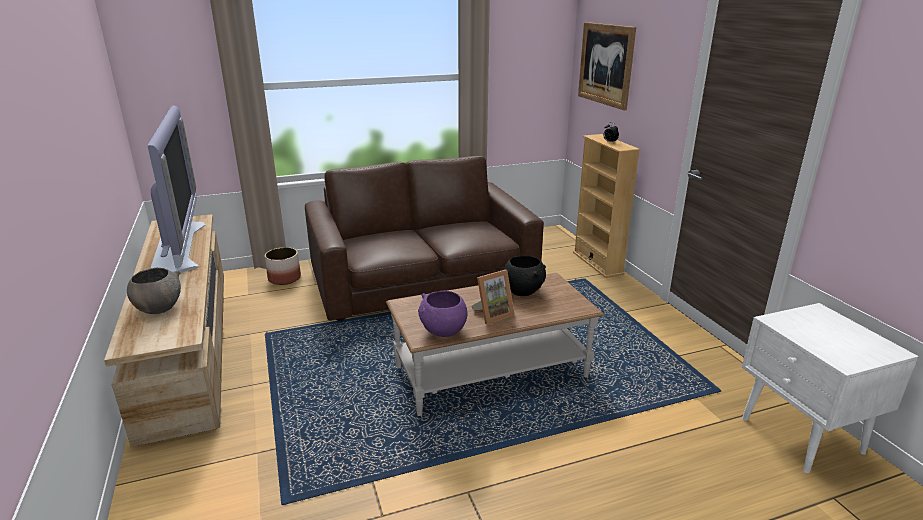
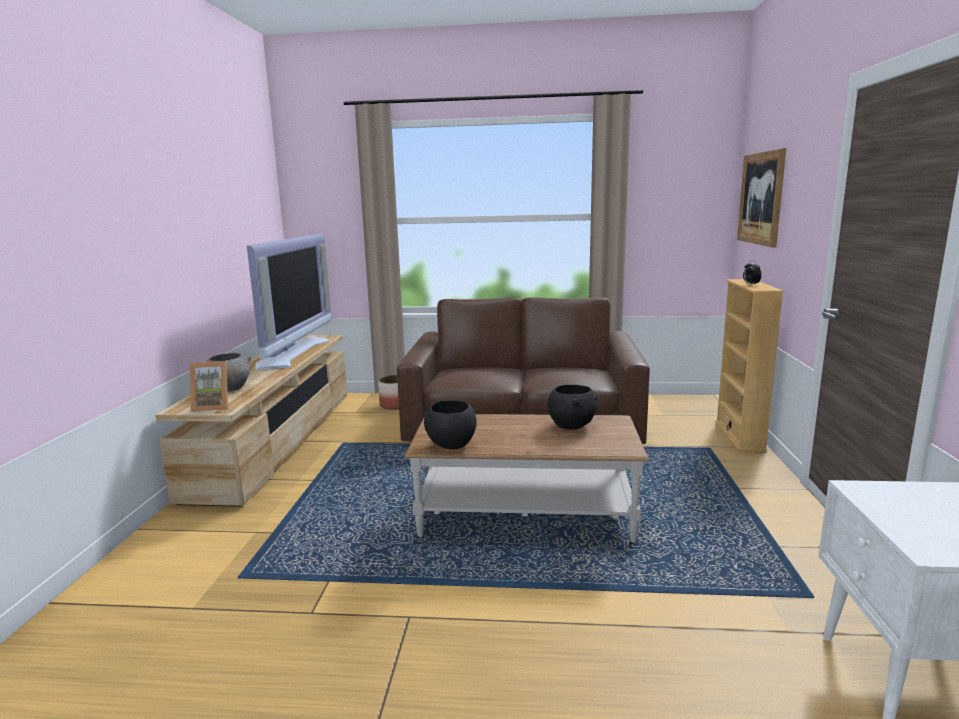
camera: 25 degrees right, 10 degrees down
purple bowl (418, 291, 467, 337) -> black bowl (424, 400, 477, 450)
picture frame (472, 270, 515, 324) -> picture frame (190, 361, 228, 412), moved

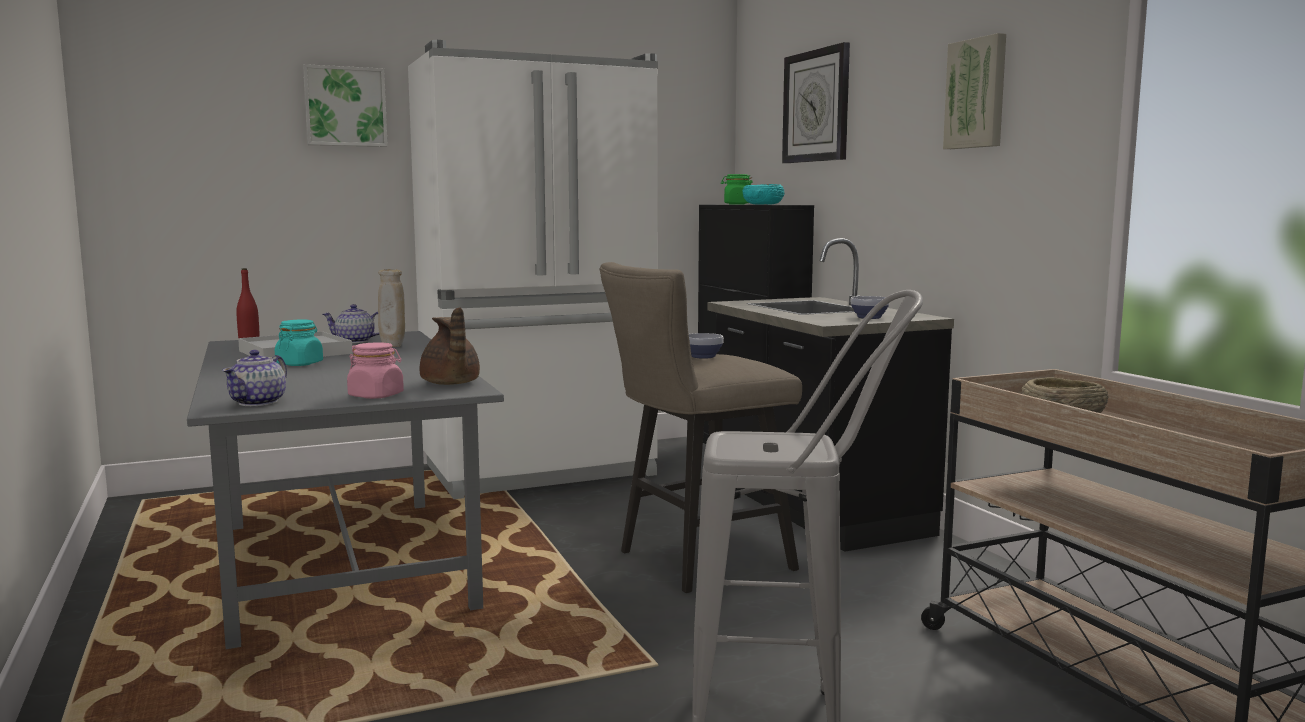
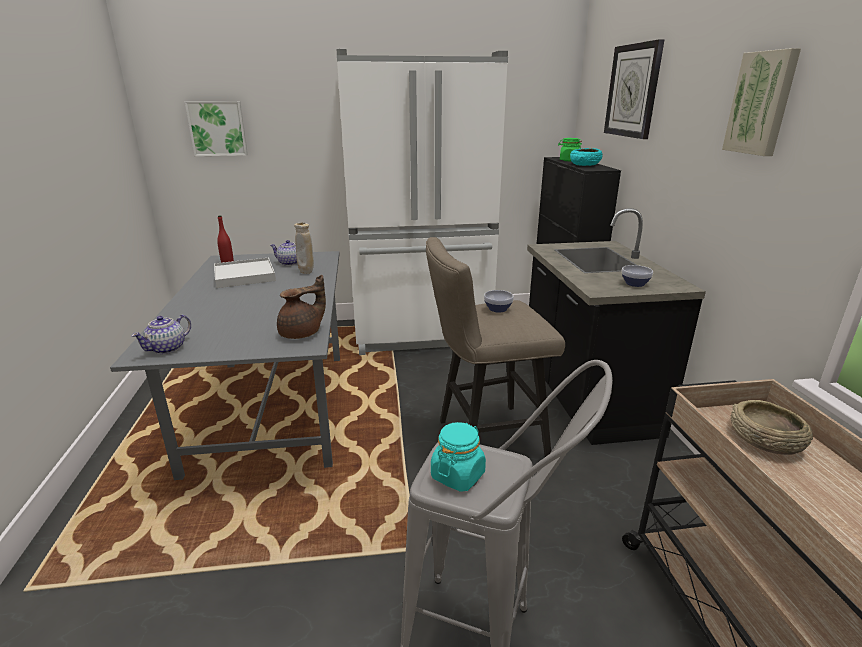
camera: 15 degrees right, 15 degrees up
turquoise jar (275, 320, 323, 366) -> turquoise jar (431, 422, 486, 492), moved
picture (303, 64, 388, 147) -> picture (185, 101, 248, 156), moved
pink jar (347, 342, 404, 399) -> none
brown teapot (420, 307, 480, 385) -> brown teapot (277, 275, 326, 339), 120 degrees counterclockwise

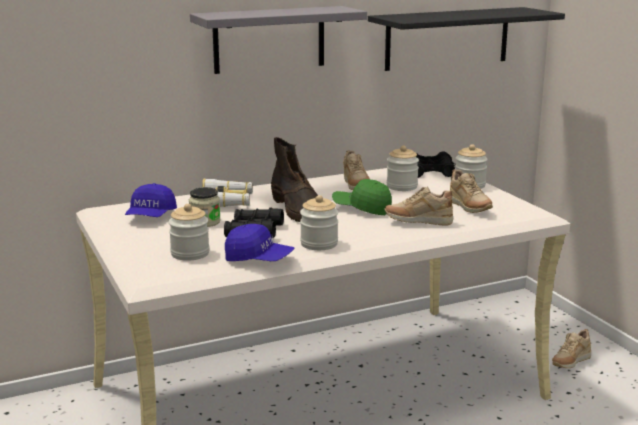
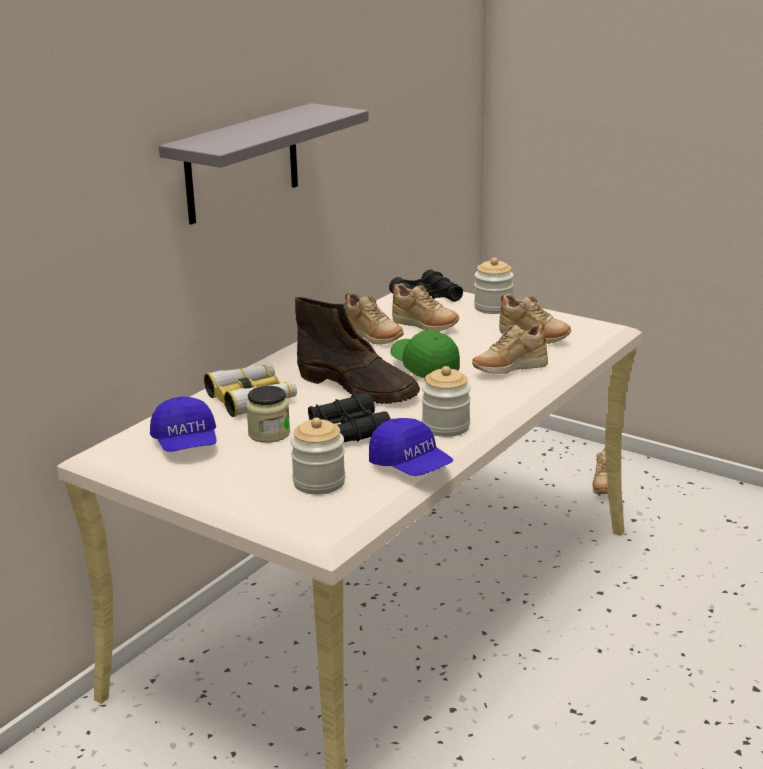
camera: 30 degrees left, 5 degrees up
blue cap (225, 224, 295, 261) -> blue cap (369, 418, 453, 476), 60 degrees clockwise
green cap (332, 179, 392, 215) -> green cap (390, 330, 460, 378), 60 degrees clockwise
black shelf (368, 7, 565, 71) -> none
jar (387, 146, 419, 191) -> beige shoe (392, 283, 459, 331)

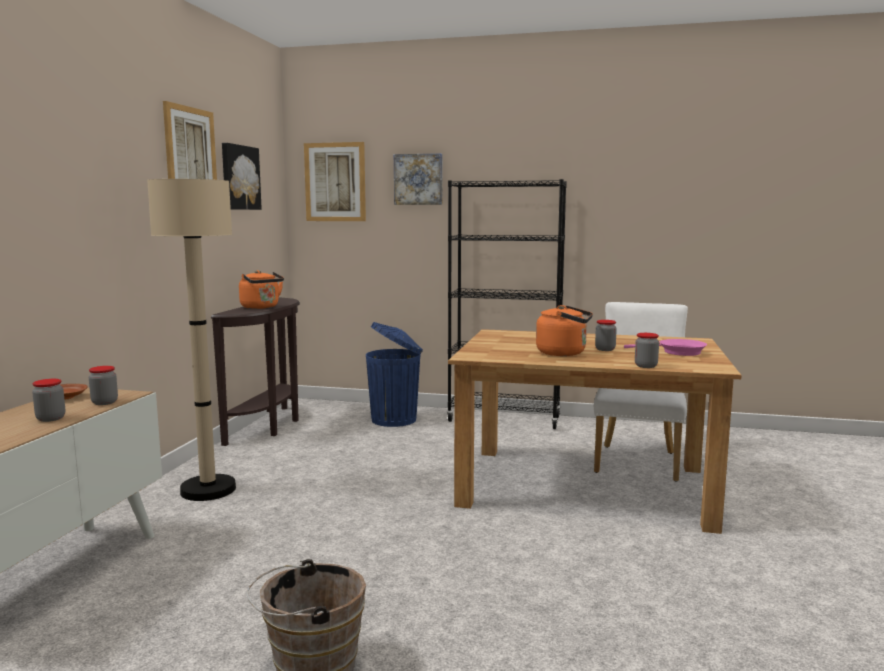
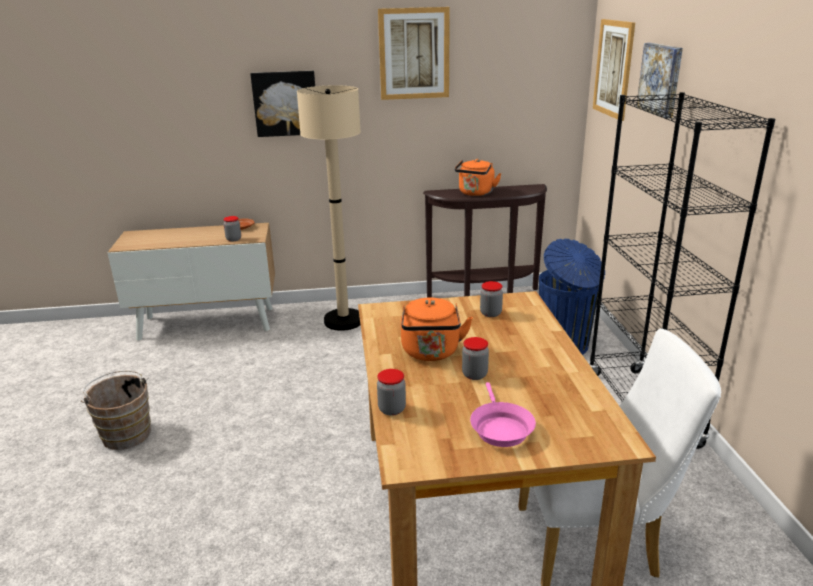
camera: 70 degrees right, 15 degrees up
jar (32, 379, 65, 422) -> jar (480, 281, 503, 317), moved
picture (222, 143, 262, 210) -> picture (250, 71, 315, 137), moved

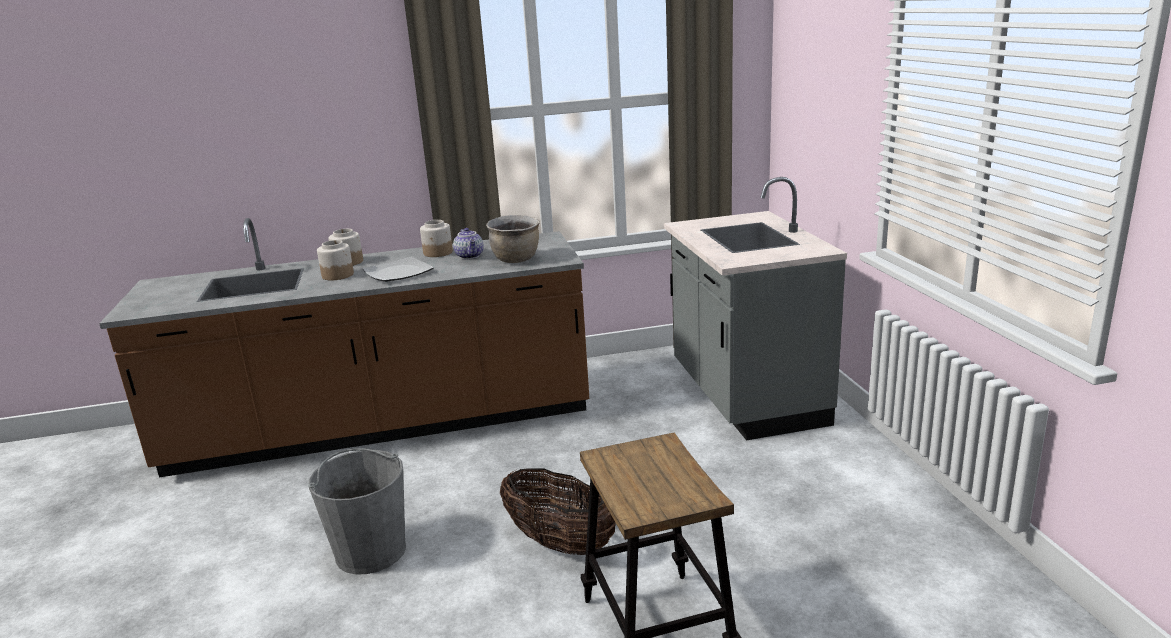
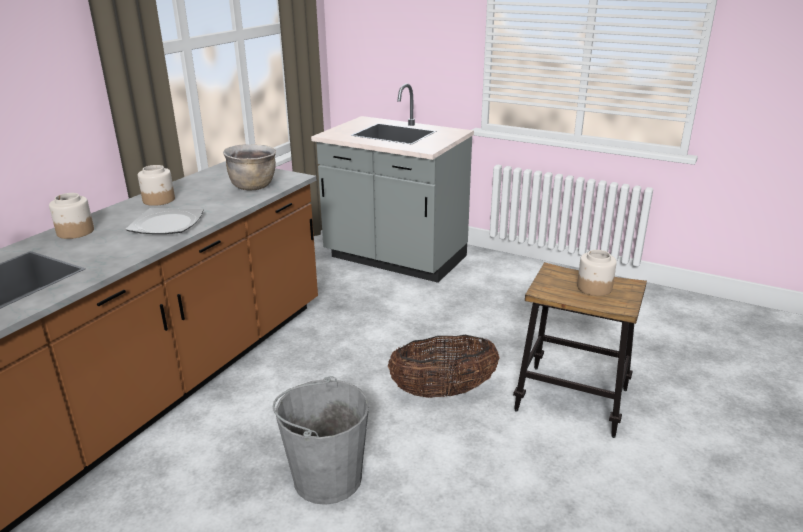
camera: 50 degrees left, 5 degrees up
jar (317, 240, 354, 280) -> jar (577, 250, 617, 296), moved
teapot (453, 228, 483, 259) -> none

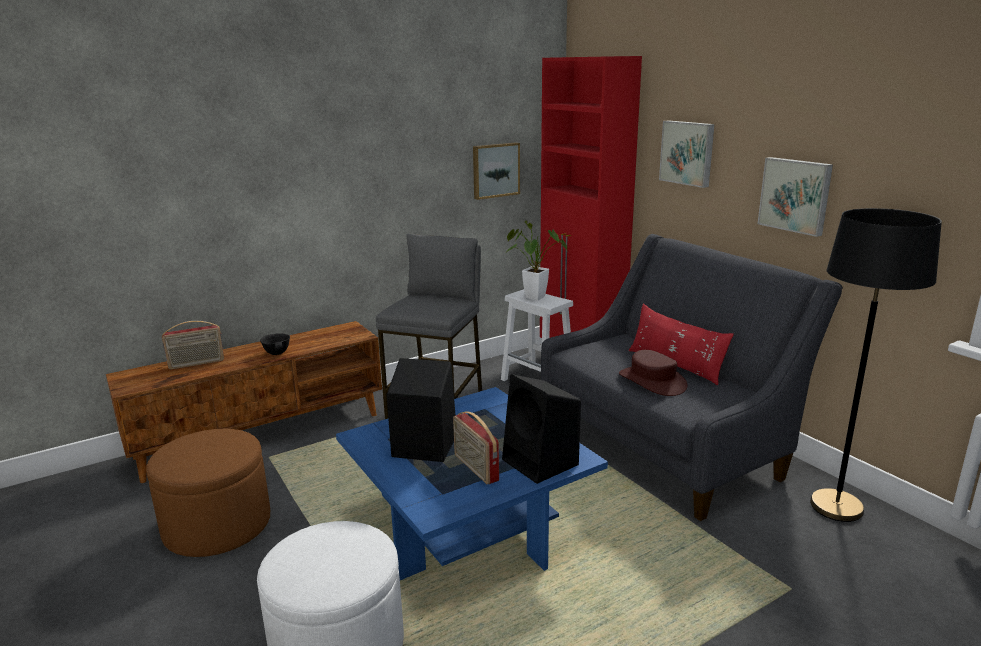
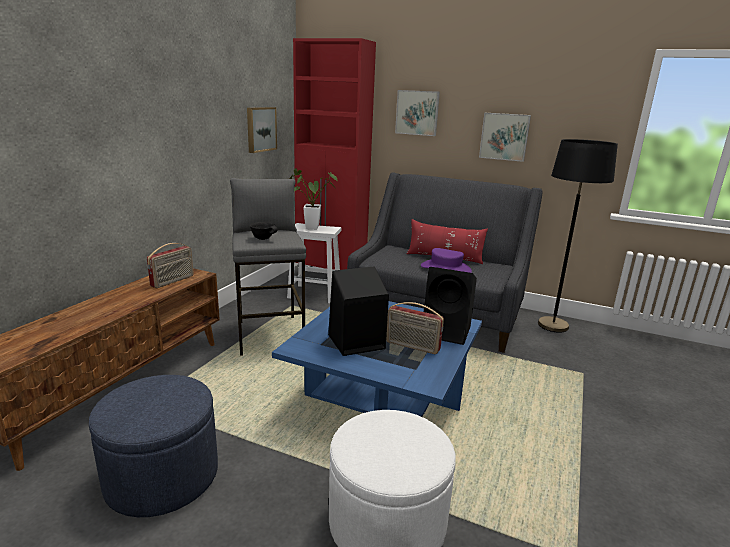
camera: 35 degrees left, 0 degrees up
brown ottoman (146, 429, 270, 557) -> blue ottoman (89, 375, 218, 517)
radio (162, 321, 224, 369) -> radio (147, 243, 194, 288), moved
black bowl (260, 333, 290, 355) -> black bowl (250, 222, 278, 240), moved
brown hat (619, 350, 687, 396) -> purple hat (421, 248, 472, 273)

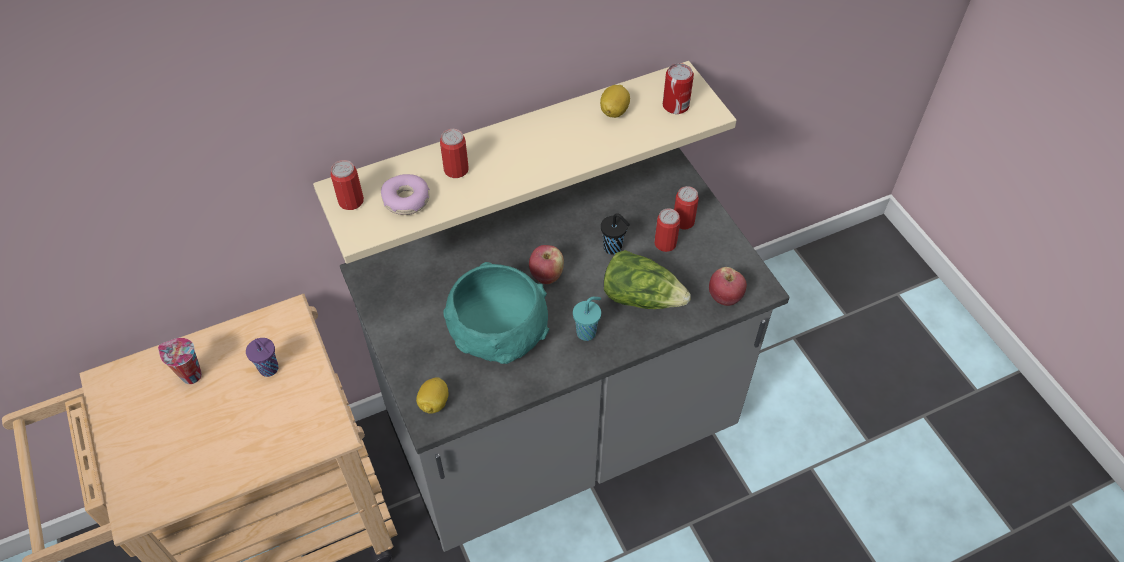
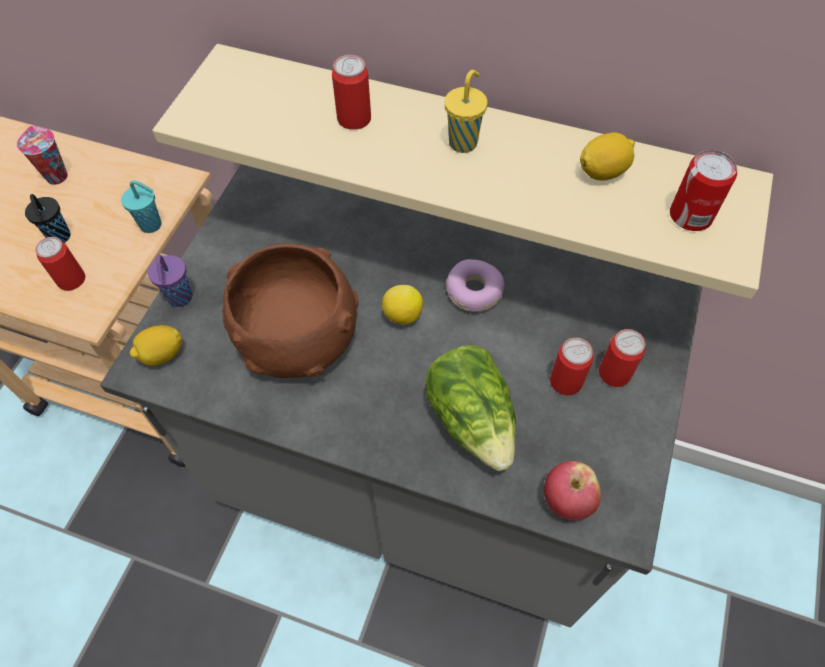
camera: 45 degrees right, 5 degrees up
purple cup (246, 338, 279, 377) -> purple cup (148, 255, 192, 307), moved
can (331, 160, 364, 210) -> can (35, 237, 85, 291), moved
donut (381, 174, 430, 215) -> donut (446, 259, 505, 312), moved
turquoise bowl (443, 262, 549, 364) -> brown bowl (222, 244, 359, 378)
apple (529, 245, 564, 284) -> lemon (382, 285, 423, 325)
turquoise cup (573, 297, 601, 341) -> turquoise cup (121, 180, 162, 233), moved
black cup (601, 213, 630, 255) -> black cup (25, 194, 71, 243), moved
none -> yellow cup (445, 70, 488, 153)

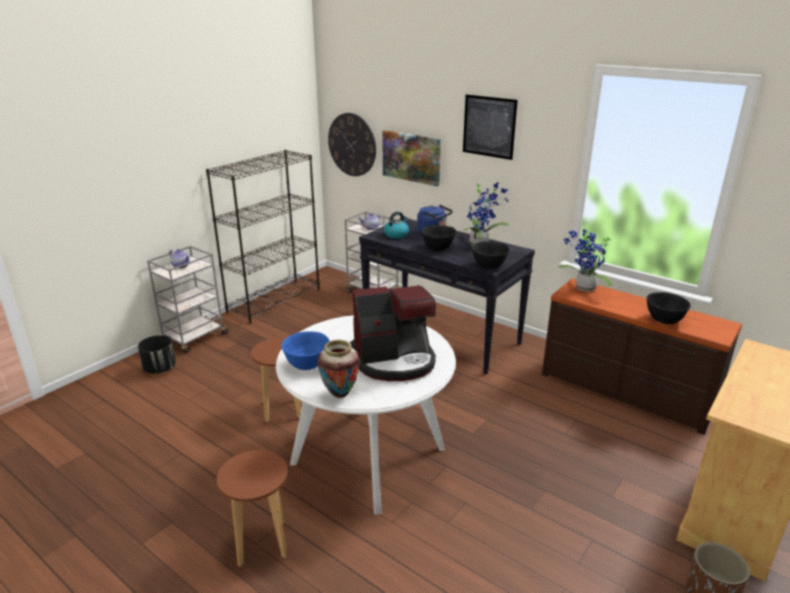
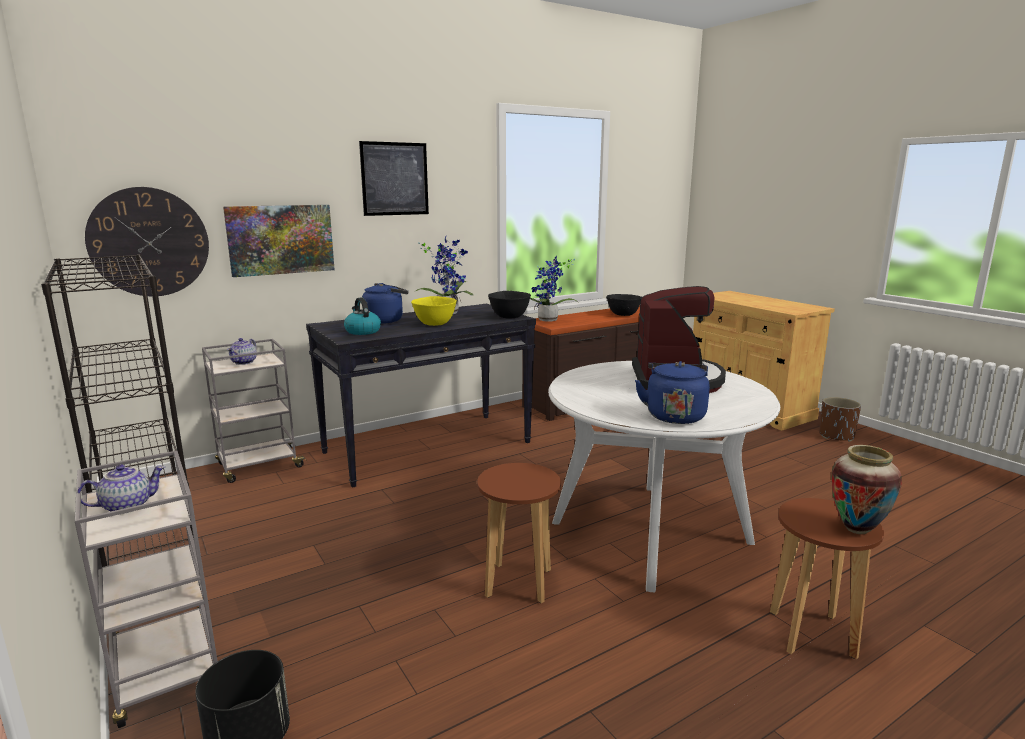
camera: 70 degrees left, 10 degrees down
blue bowl (281, 331, 329, 370) -> blue kettle (635, 361, 710, 424)
vase (318, 340, 360, 398) -> vase (832, 445, 902, 535), moved
black bowl (421, 225, 456, 251) -> yellow bowl (411, 296, 457, 326)

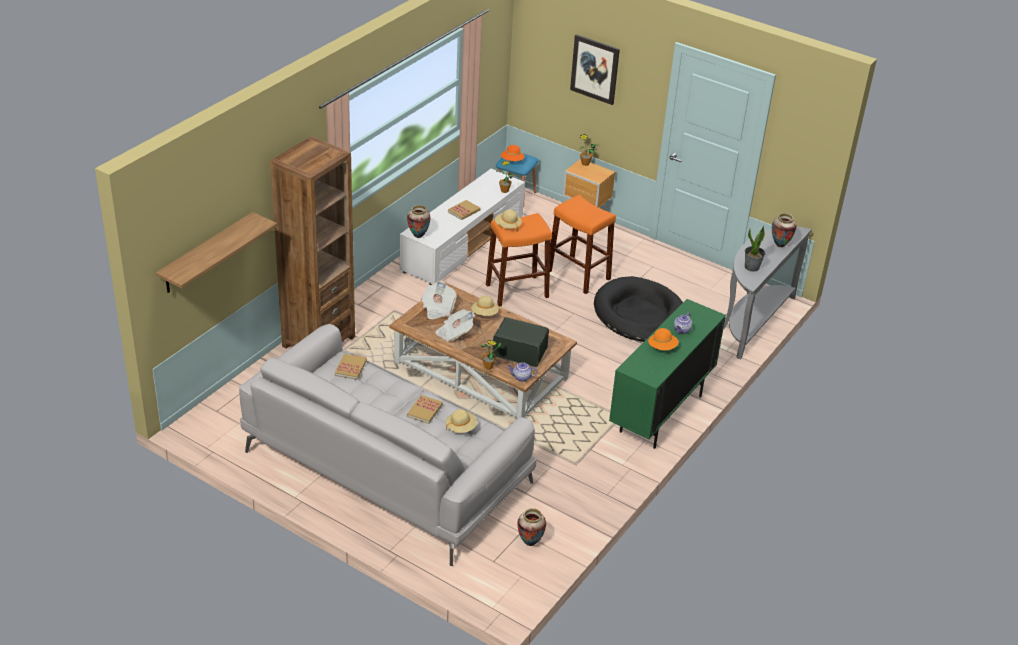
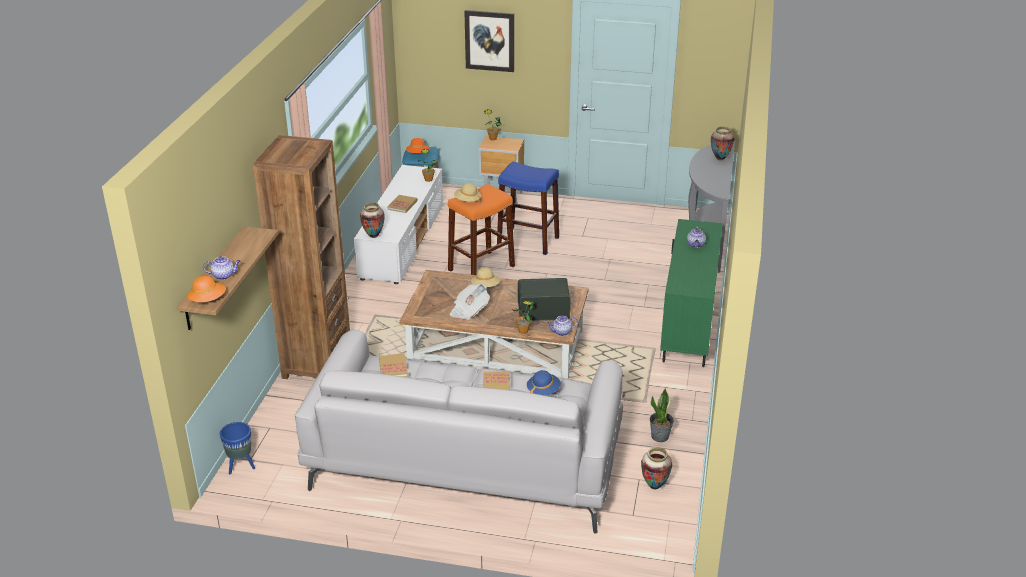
camera: 20 degrees left, 5 degrees down
newspaper (421, 281, 457, 319) -> none
beige hat (446, 409, 477, 433) -> blue hat (527, 370, 561, 396)
orange stool (550, 195, 616, 294) -> blue stool (497, 161, 559, 255)
black dog bed (594, 276, 683, 342) -> none
orange hat (648, 328, 679, 350) -> orange hat (187, 276, 226, 302), moved
potted plant (745, 226, 765, 272) -> potted plant (649, 388, 674, 442), moved
none -> teapot (202, 256, 240, 280)
none -> blue planter (220, 422, 255, 474)

